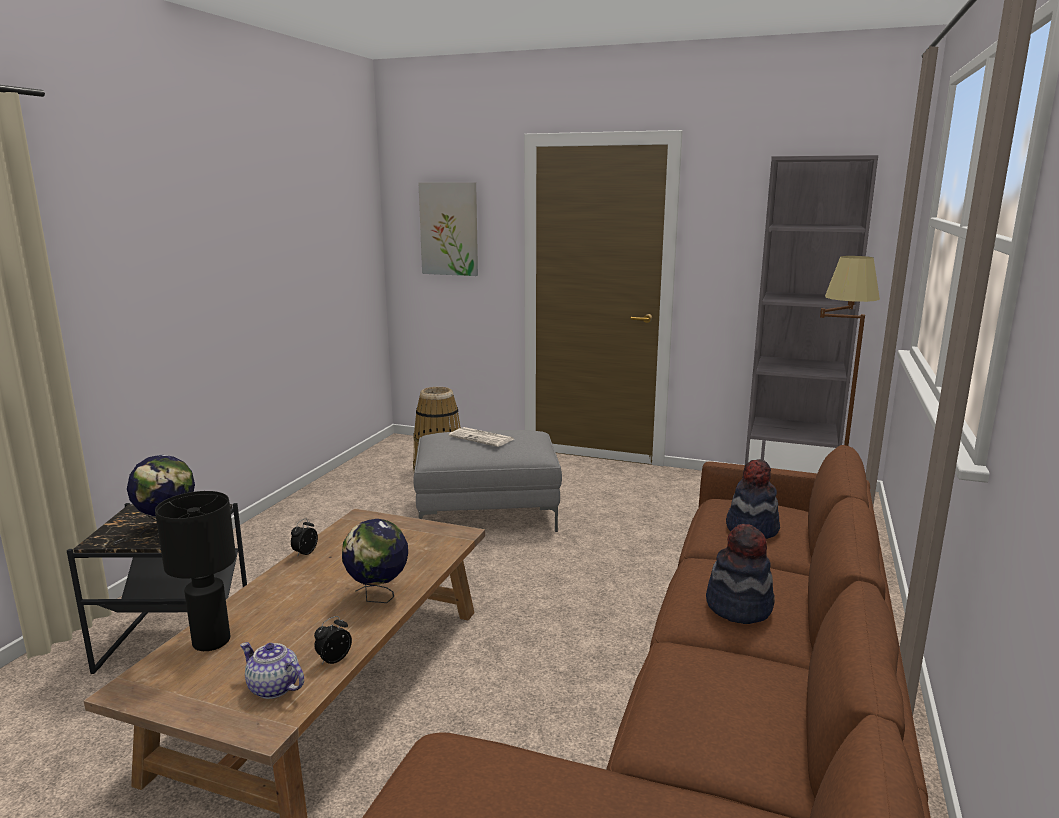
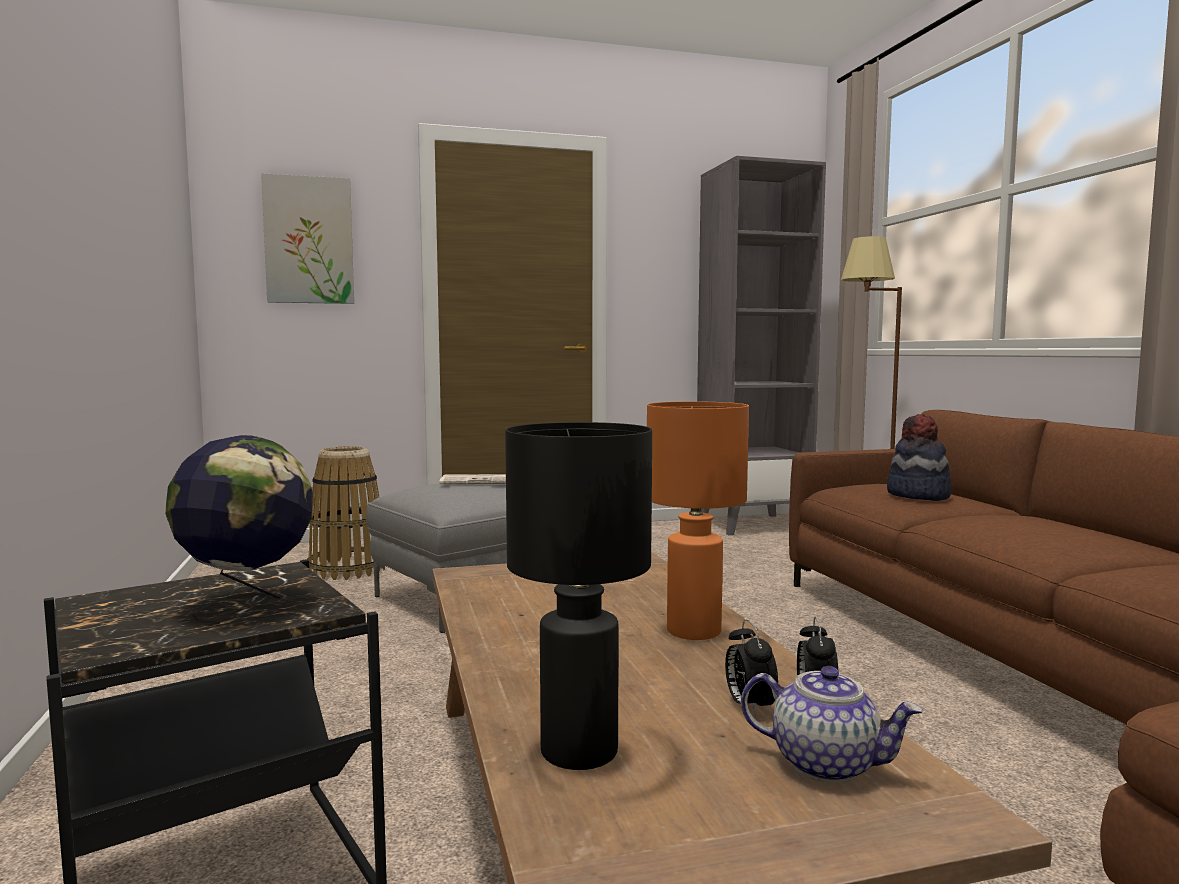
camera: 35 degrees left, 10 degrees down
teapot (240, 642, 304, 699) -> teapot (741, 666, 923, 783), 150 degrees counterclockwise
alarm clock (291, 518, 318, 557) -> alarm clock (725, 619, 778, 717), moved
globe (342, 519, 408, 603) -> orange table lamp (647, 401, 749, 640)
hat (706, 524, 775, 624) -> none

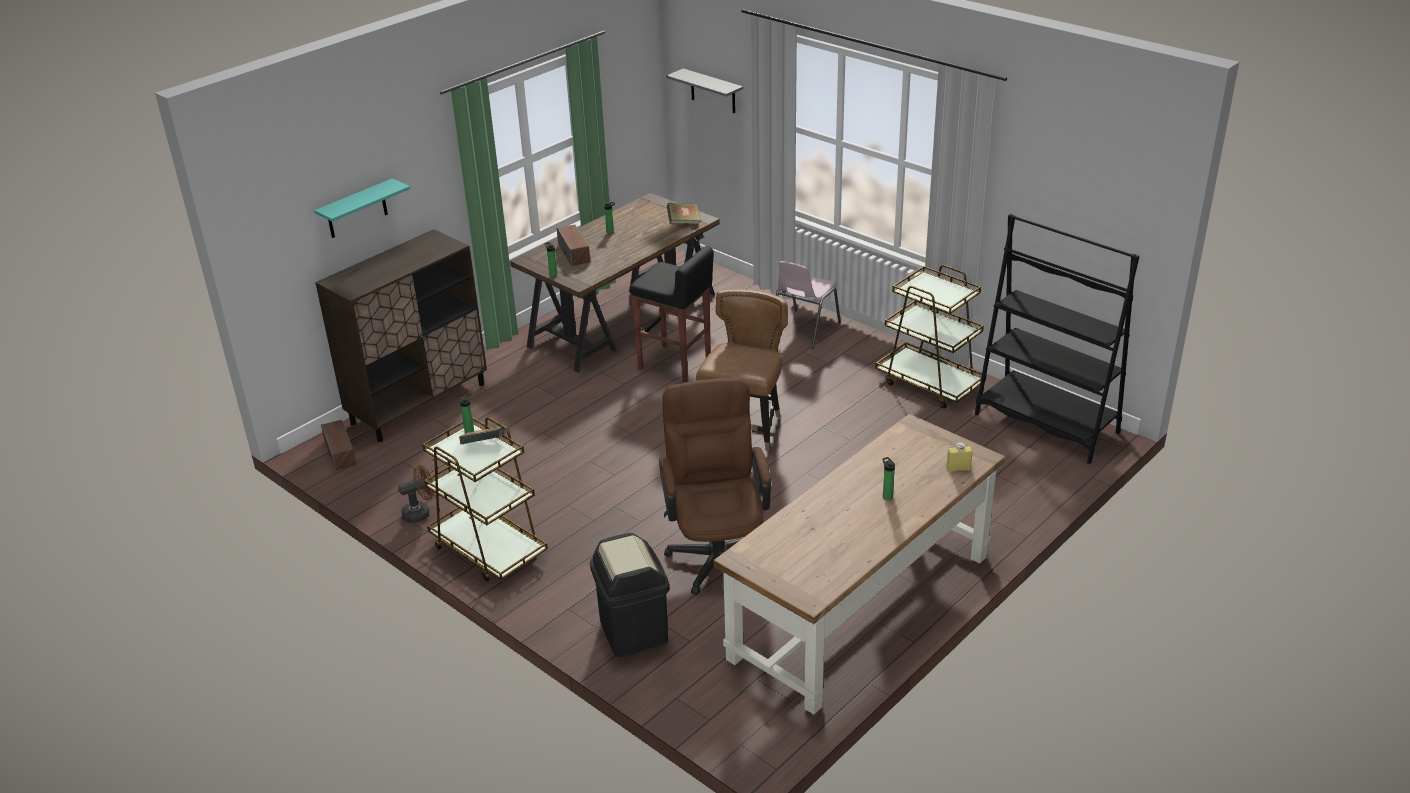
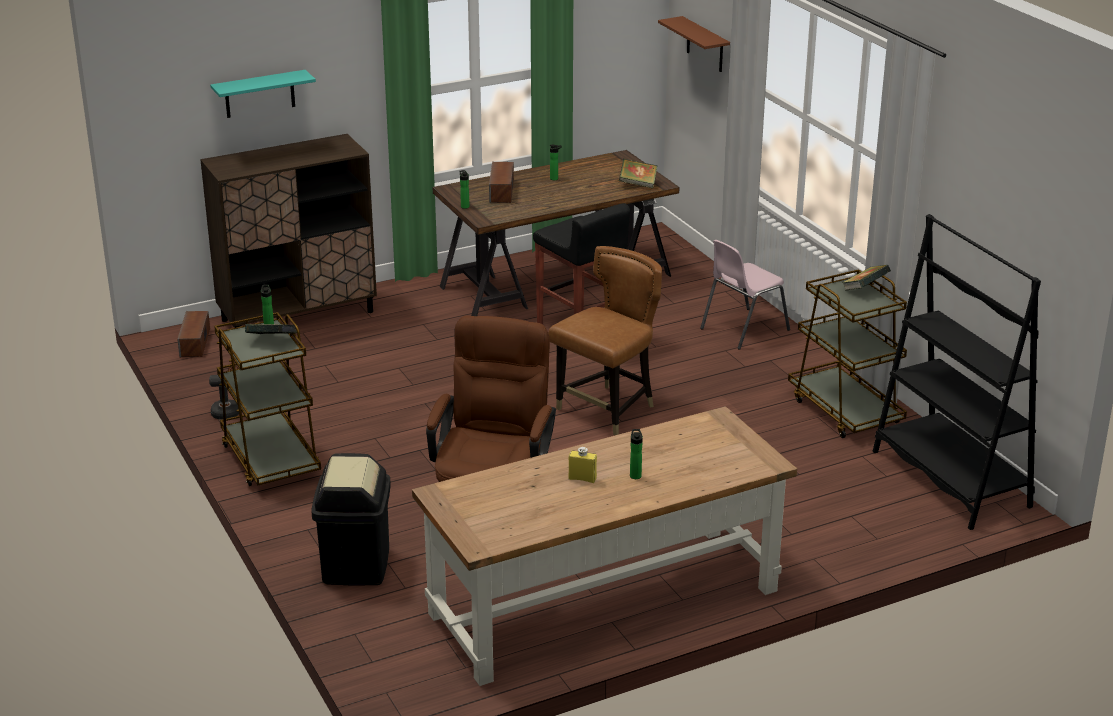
camera: 20 degrees right, 5 degrees down
grey shelf (666, 68, 743, 113) -> brown shelf (658, 16, 730, 72)
yellow bottle (946, 443, 972, 472) -> yellow bottle (568, 447, 597, 483), moved
none -> book (842, 265, 891, 291)

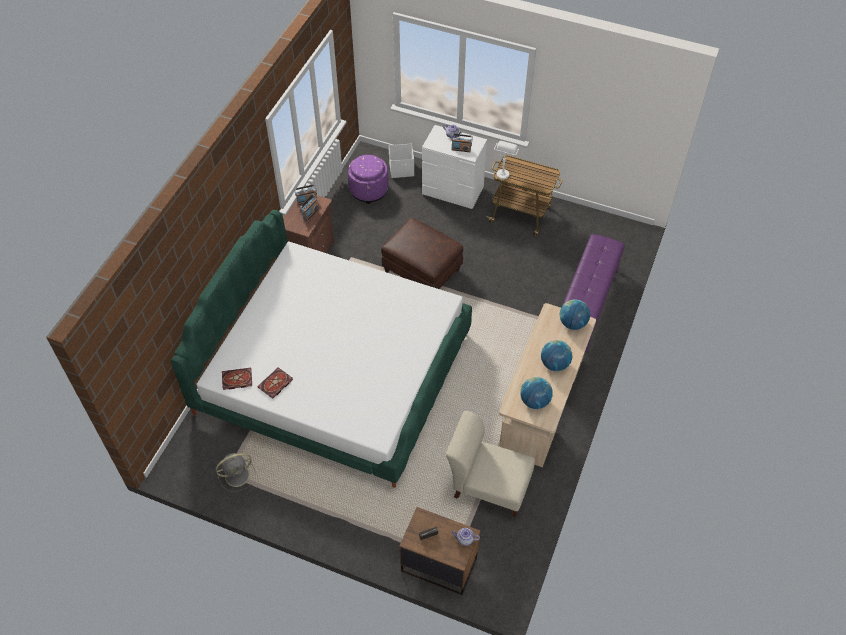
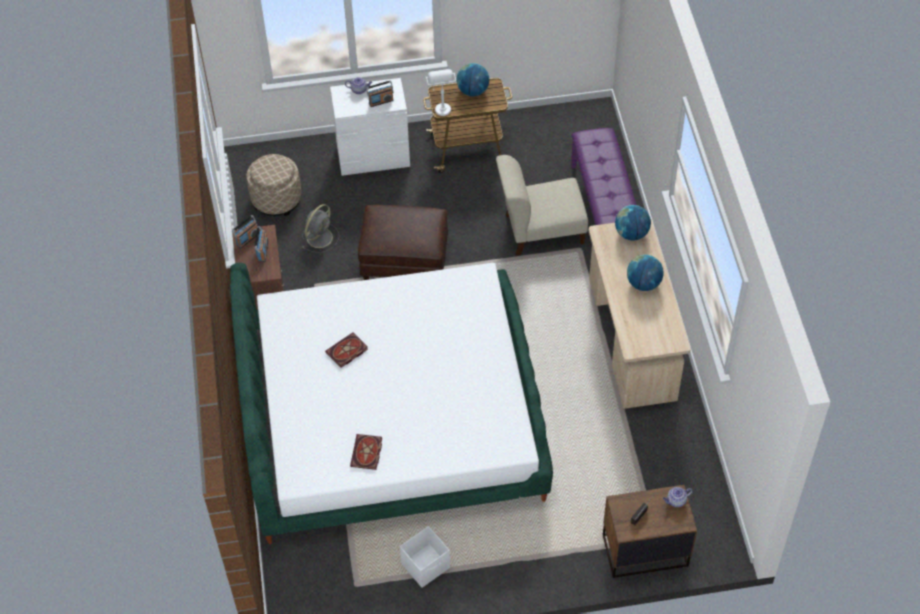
camera: 30 degrees left, 0 degrees up
grey fan (216, 453, 256, 492) -> grey fan (302, 204, 339, 253), moved
book (222, 368, 252, 390) -> book (325, 332, 368, 368), moved
purple ottoman (348, 155, 388, 204) -> beige ottoman (246, 154, 301, 216)
white storage box (389, 144, 414, 178) -> white storage box (400, 526, 450, 588), moved
beige chair (446, 411, 535, 517) -> beige chair (496, 155, 588, 255), moved
globe (520, 377, 553, 409) -> globe (456, 63, 489, 96), moved

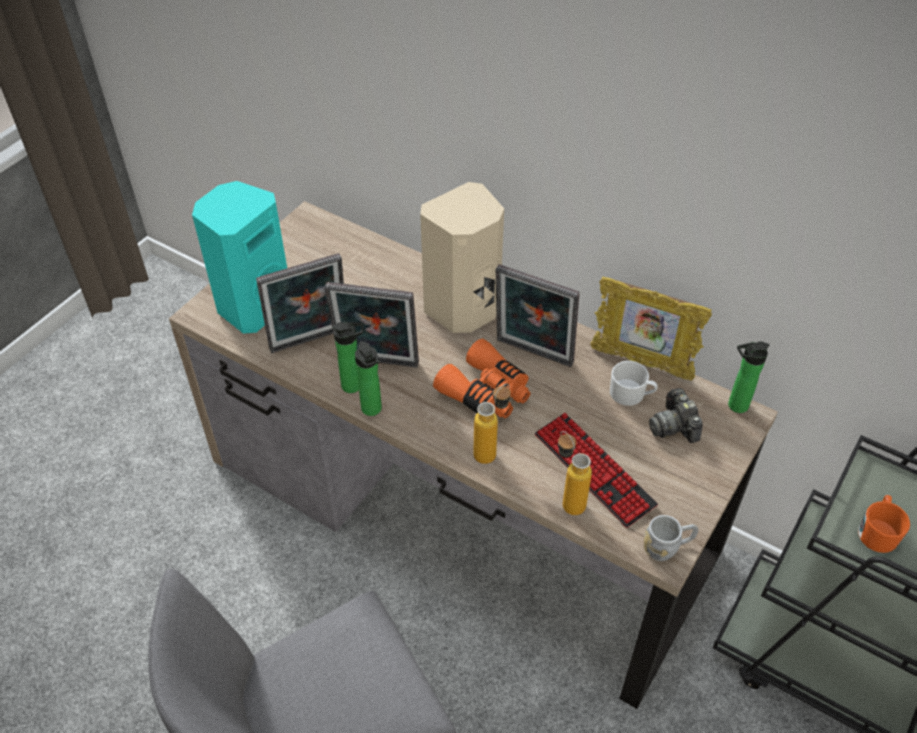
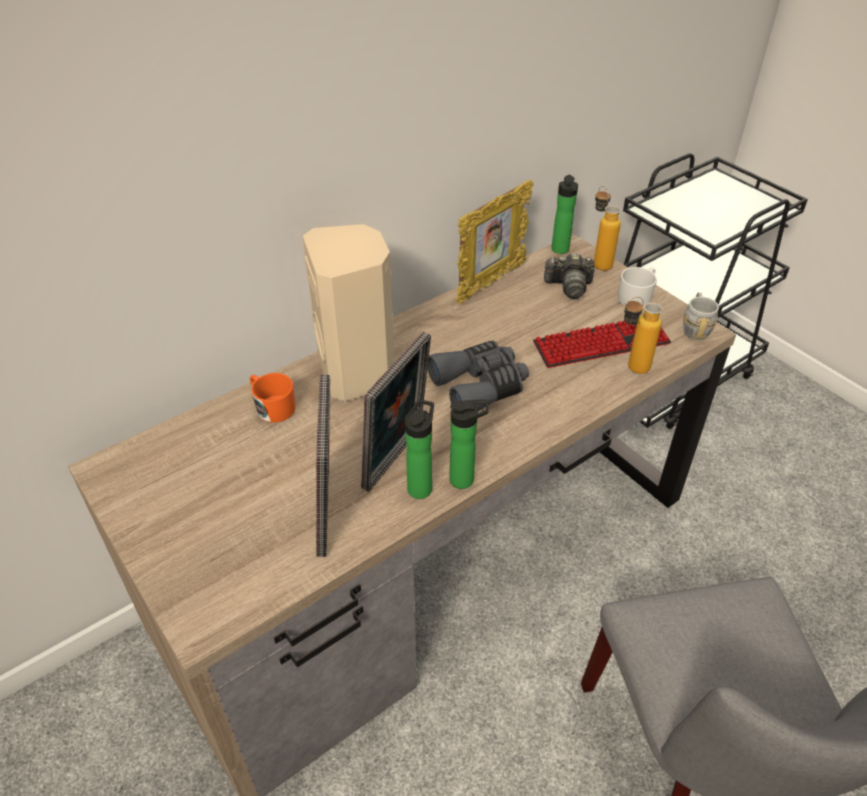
camera: 70 degrees left, 5 degrees down
turquoise speaker (192, 181, 287, 334) -> none
orange binoculars (433, 339, 530, 418) -> grey binoculars (427, 341, 529, 411)
bottle (473, 383, 511, 464) -> bottle (594, 186, 621, 271), moved
picture frame (496, 264, 579, 367) -> none
white mug (610, 361, 658, 406) -> white mug (618, 267, 657, 308), moved
orange mug (858, 495, 910, 553) -> orange mug (250, 373, 296, 422), moved

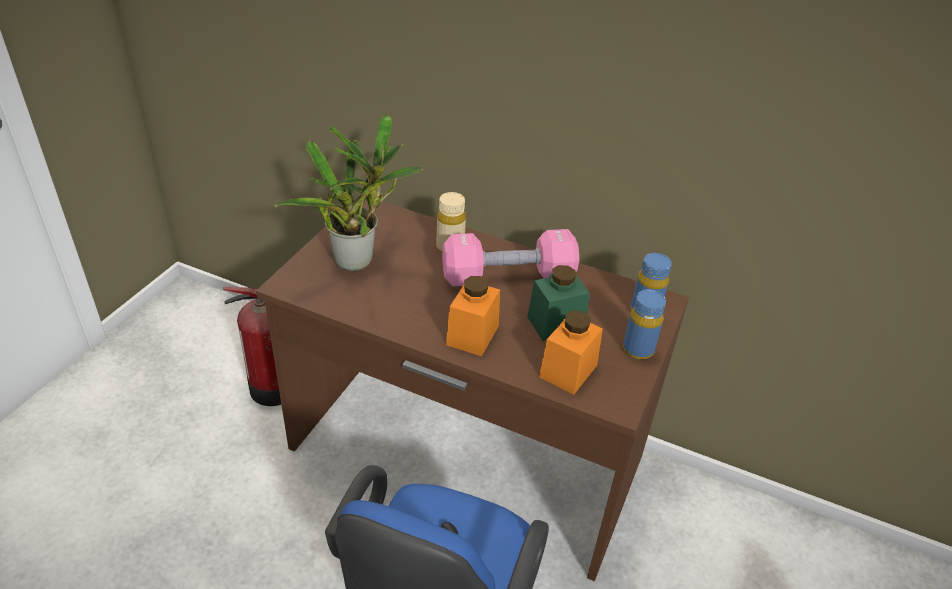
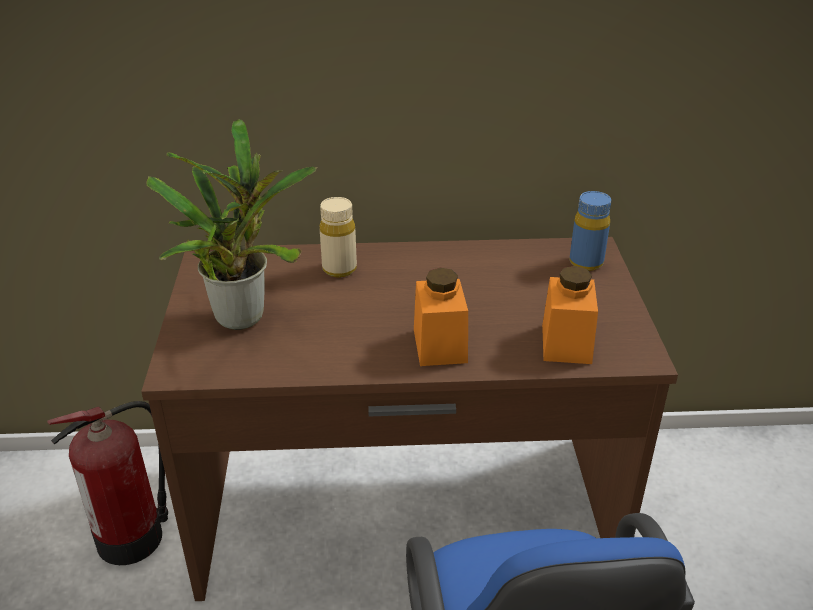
camera: 25 degrees left, 5 degrees down
pink dumbbell (442, 229, 579, 286) -> none
green jar (527, 265, 590, 341) -> none
blue bottle (623, 289, 666, 360) -> none

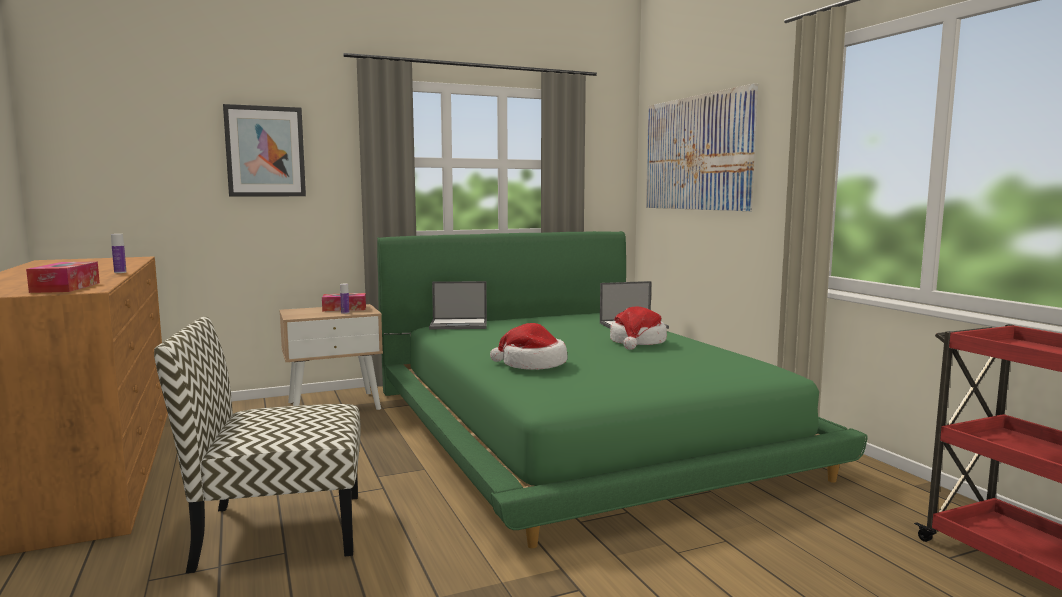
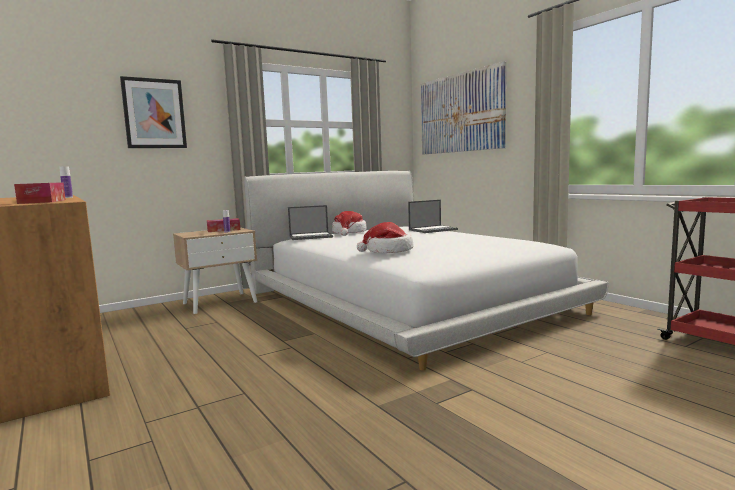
camera: 10 degrees left, 0 degrees up
chair (154, 316, 361, 573) -> none
green bed (377, 231, 868, 548) -> white bed (244, 171, 609, 370)
hat (610, 306, 667, 350) -> hat (332, 211, 367, 236), moved

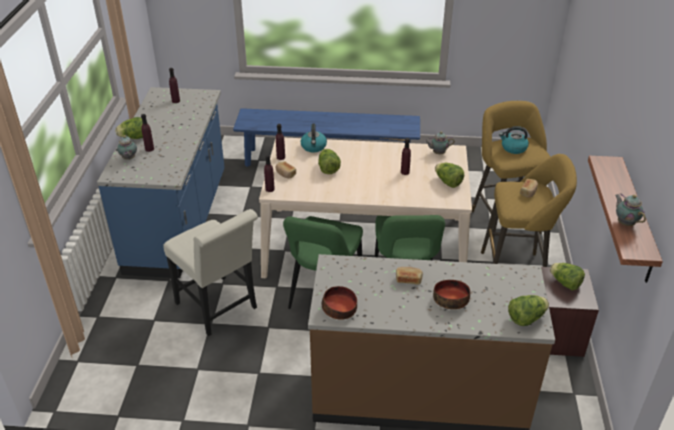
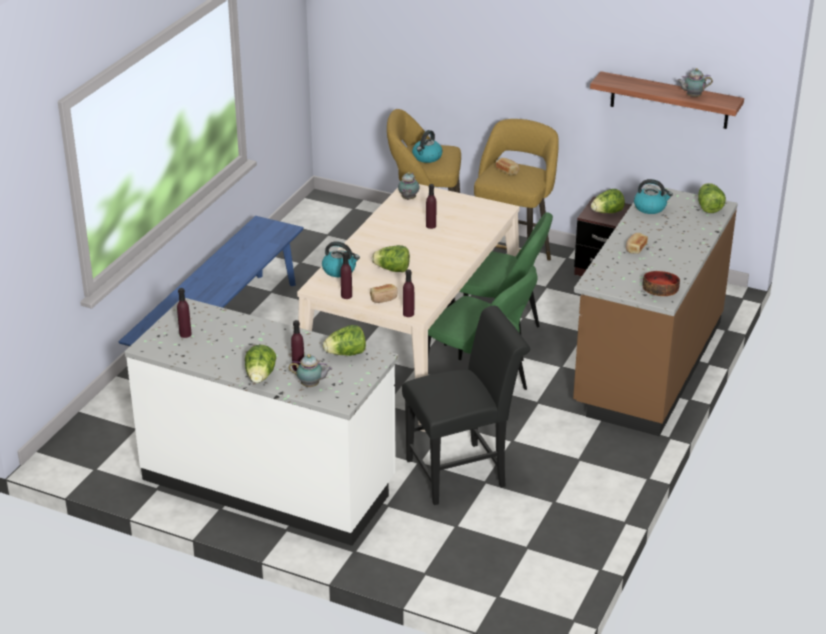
camera: 70 degrees left, 5 degrees down
blue counter (97, 87, 225, 278) -> white counter (125, 298, 399, 546)
white chair (163, 209, 258, 336) -> black chair (402, 306, 530, 505)
bowl (433, 280, 470, 309) -> none
lettuce (435, 163, 464, 188) -> lettuce (323, 325, 366, 356), moved
none -> kettle (634, 179, 673, 214)

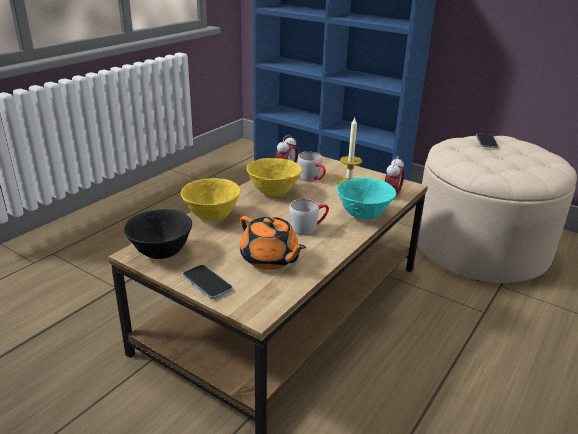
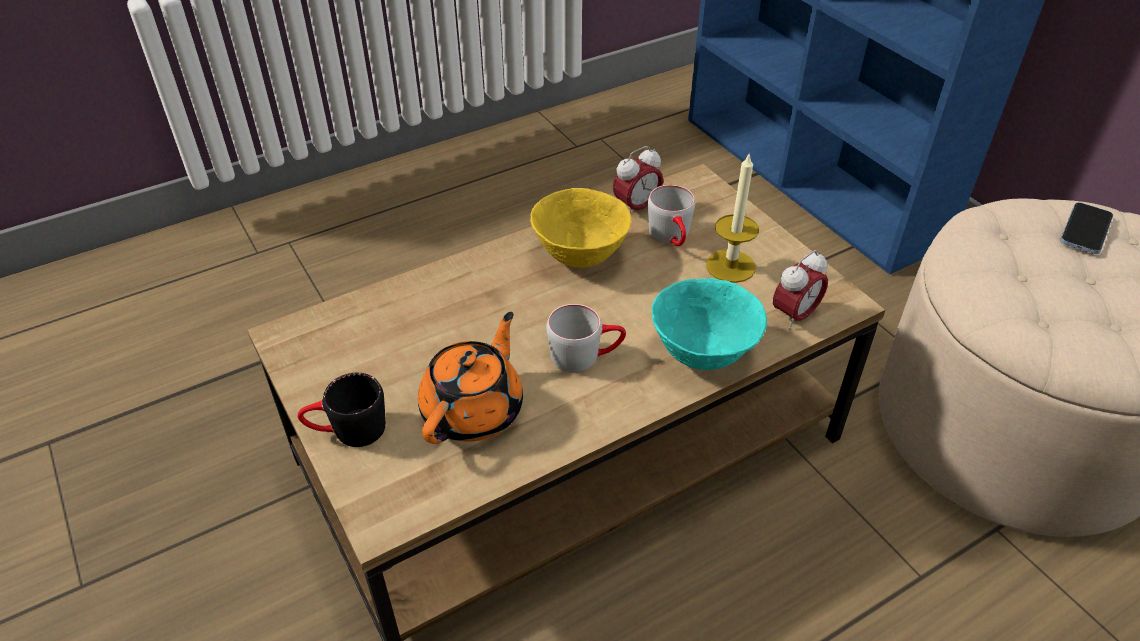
camera: 25 degrees right, 15 degrees up
black bowl (124, 209, 192, 259) -> none
yellow bowl (181, 178, 241, 221) -> none
phone (183, 265, 233, 299) -> black mug (297, 373, 386, 447)
orange teapot (240, 216, 306, 269) -> orange teapot (418, 312, 523, 444), 135 degrees counterclockwise

